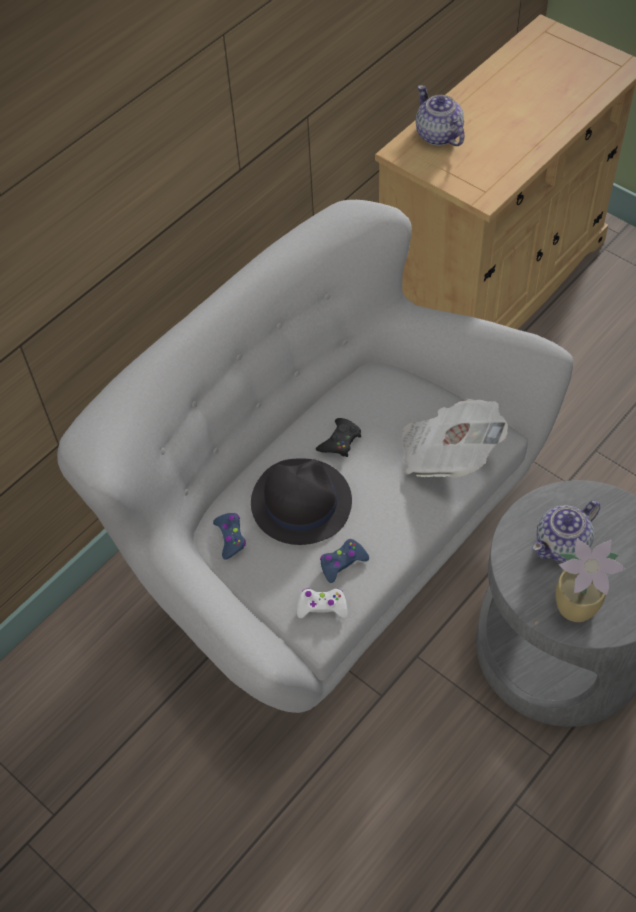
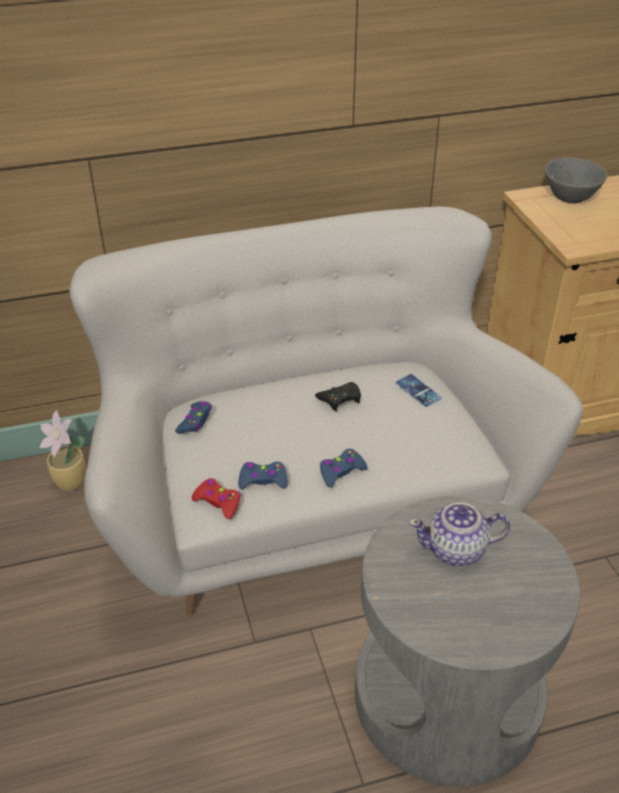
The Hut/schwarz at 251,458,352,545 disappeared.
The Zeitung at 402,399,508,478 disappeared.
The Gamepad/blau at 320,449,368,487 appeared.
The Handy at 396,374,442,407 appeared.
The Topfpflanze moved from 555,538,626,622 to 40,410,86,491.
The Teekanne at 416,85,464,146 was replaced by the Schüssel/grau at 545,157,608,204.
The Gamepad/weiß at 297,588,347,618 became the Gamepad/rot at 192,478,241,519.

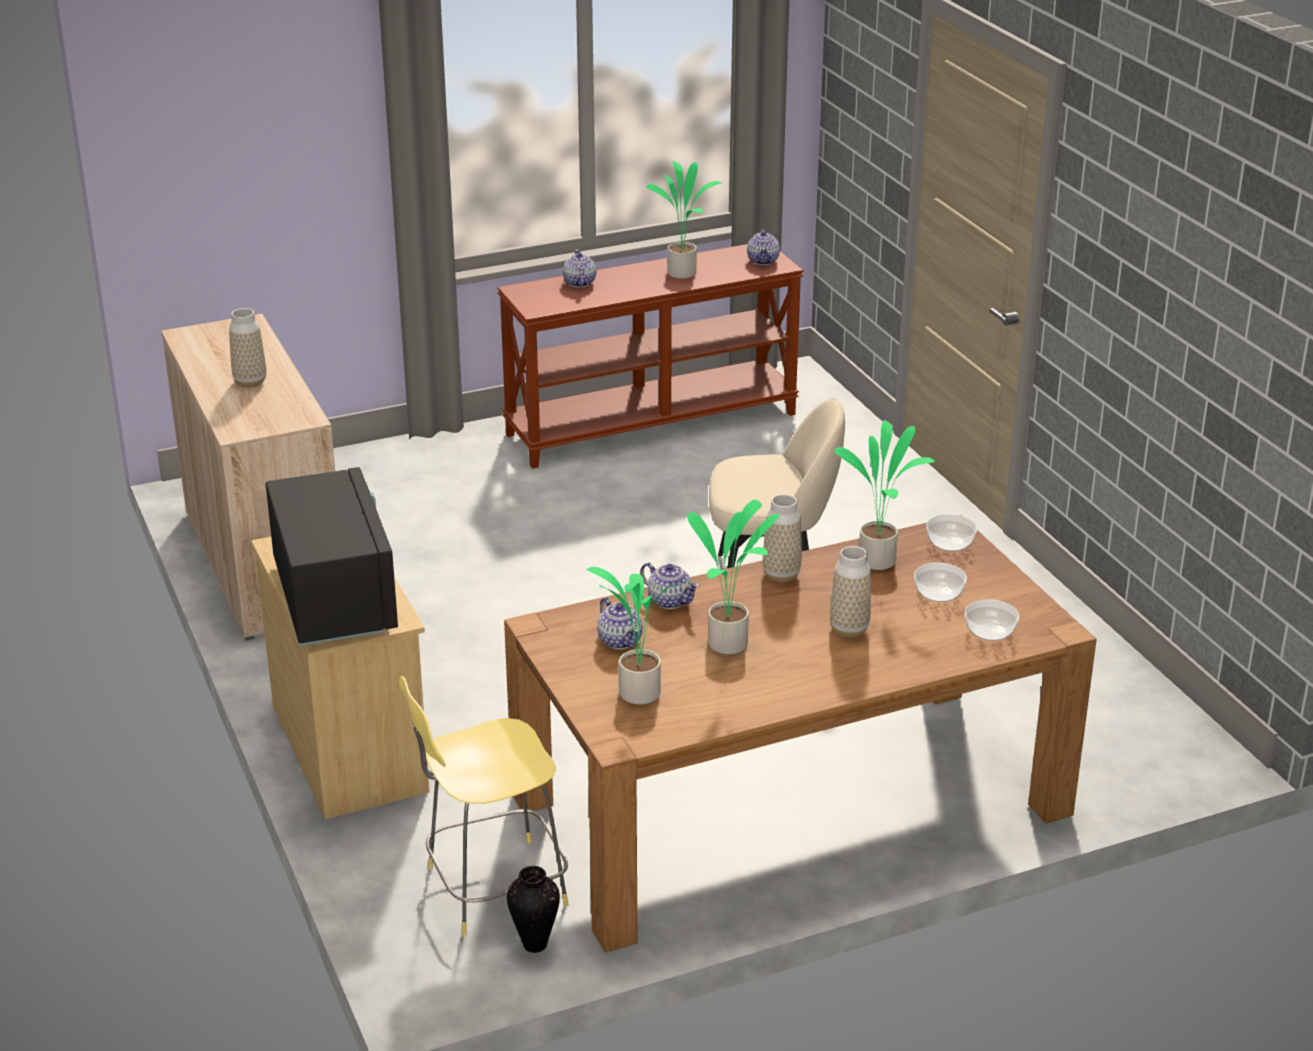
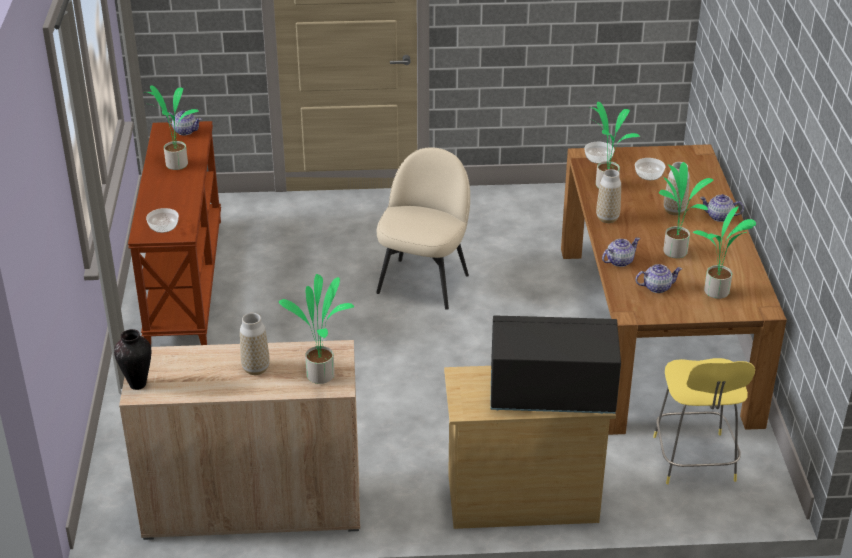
The Topfpflanze at 279,274,354,384 appeared.
The Vase moved from 507,866,560,953 to 114,329,151,390.
The Teekanne moved from 563,249,596,287 to 700,194,744,222.
The Schüssel moved from 965,599,1019,641 to 146,208,179,233.

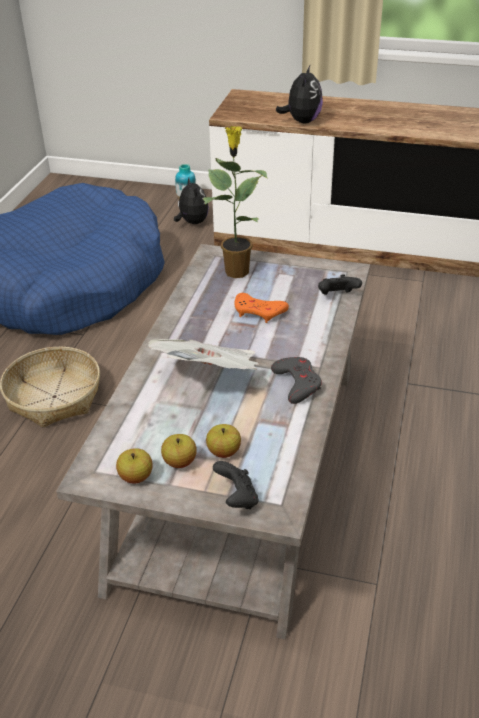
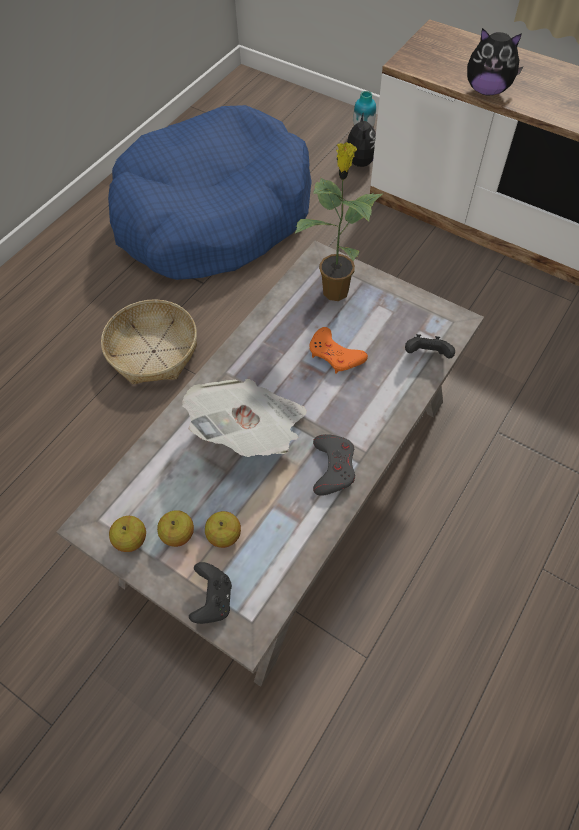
The Plüschtier at 276,65,323,123 turned 75 degrees clockwise.

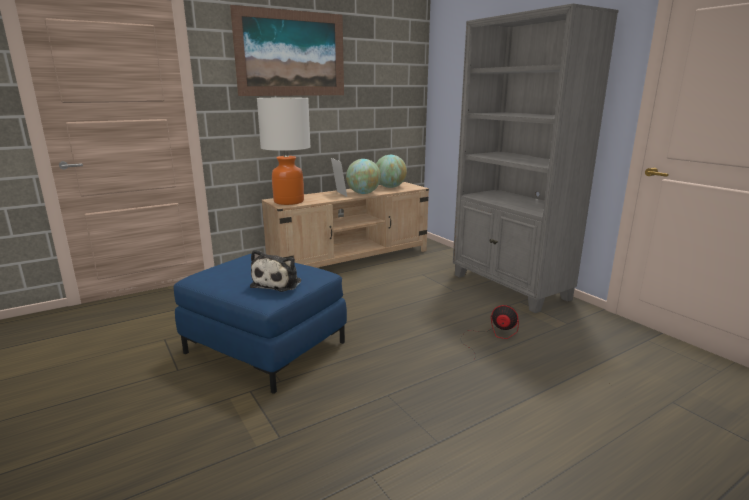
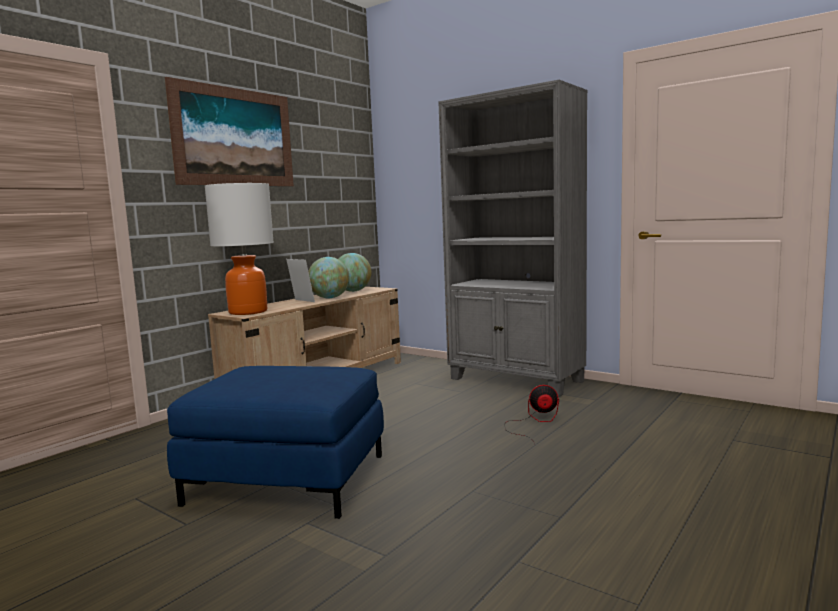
The Plüschtier at 250,249,301,292 disappeared.

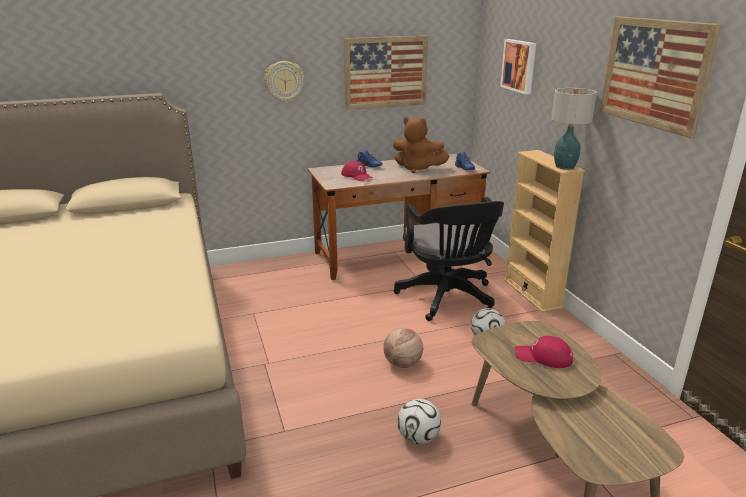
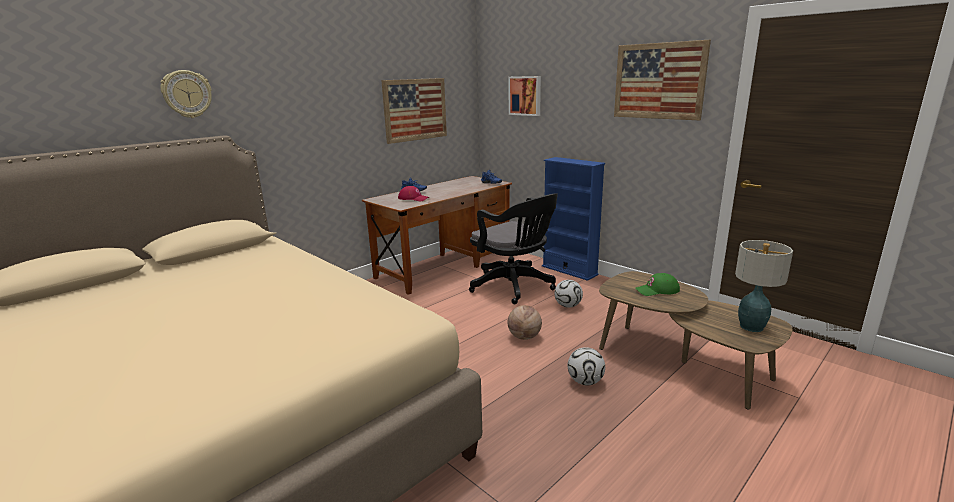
The Plüschtier/braun at 393,117,450,173 disappeared.
The Wanduhr moved from 265,61,304,102 to 160,70,212,118.
The Tischlampe moved from 551,88,597,170 to 735,240,793,332.
The Bücherregal/beige at 504,150,585,313 became the Bücherregal/blau at 542,157,605,281.
The Kappe/rot at 515,336,573,368 became the Kappe/grün at 636,273,680,296.

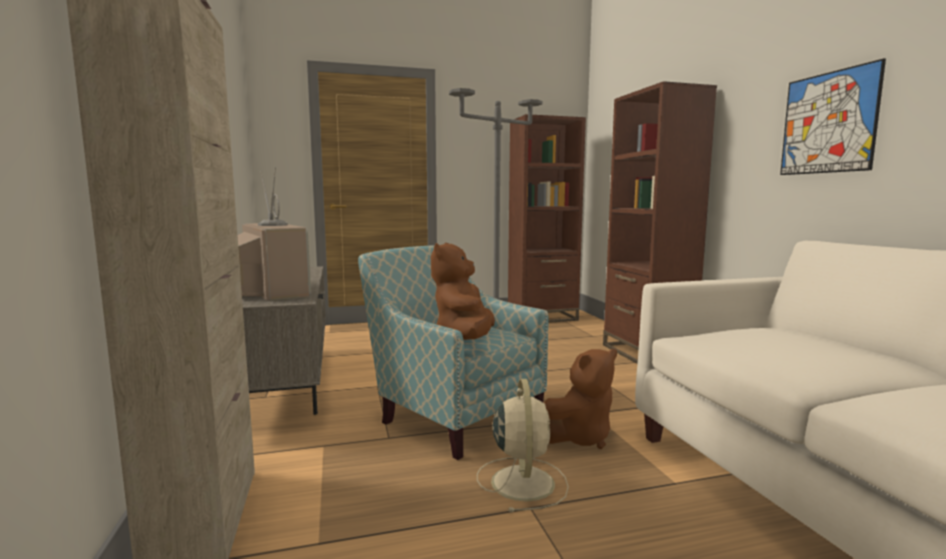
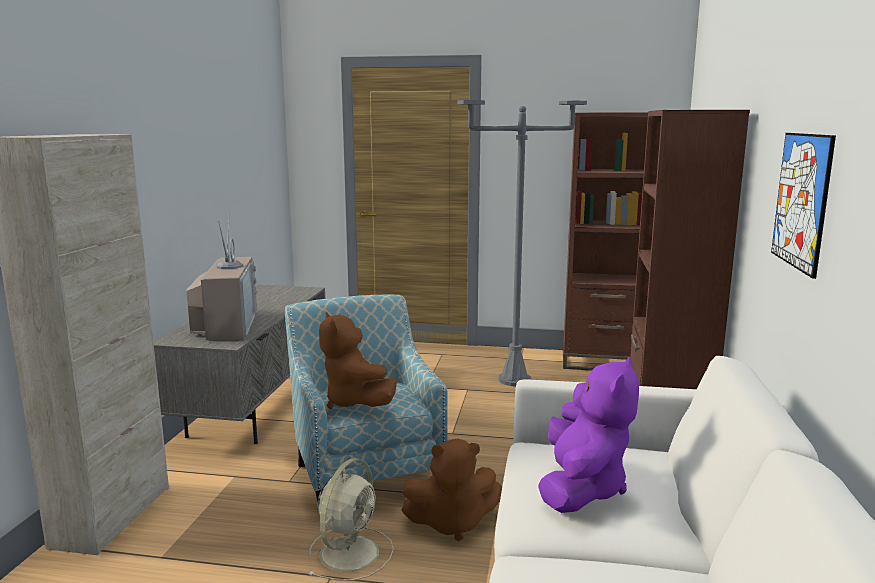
The Plüschtier/lila at 538,357,639,513 appeared.
The Plüschtier/braun at 430,243,495,340 turned 60 degrees counterclockwise.

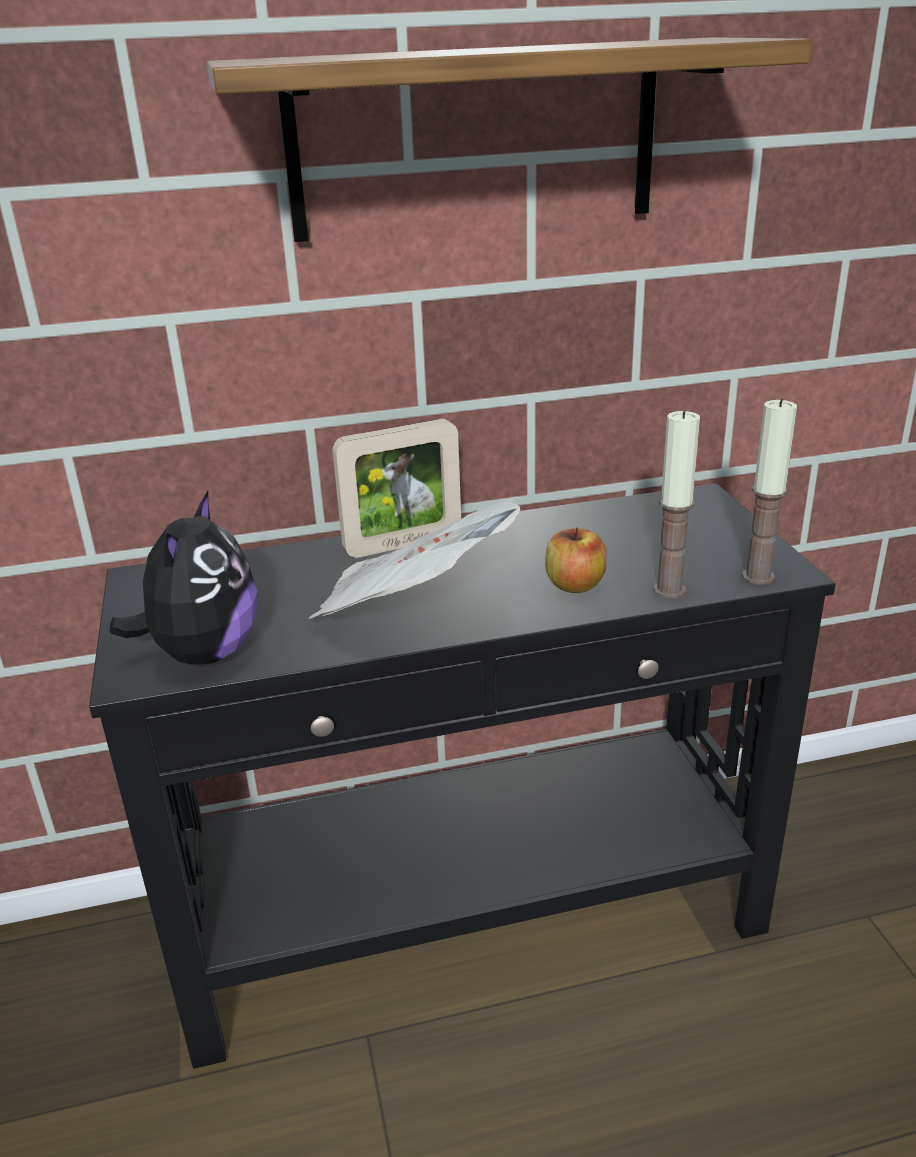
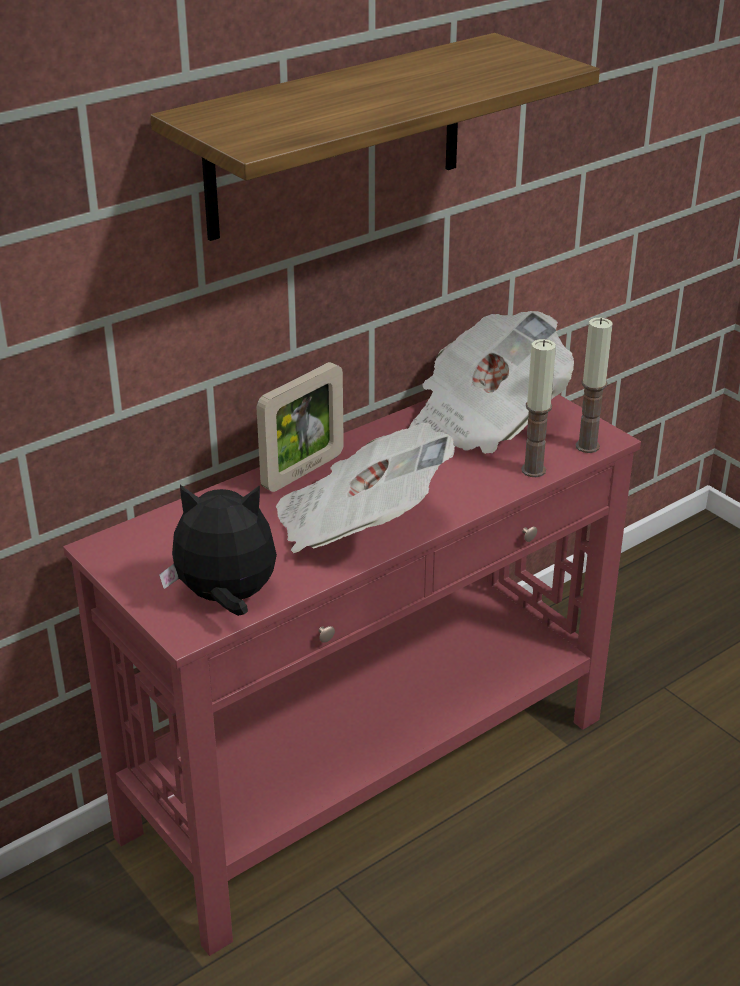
The Apfel at 545,527,607,593 disappeared.
The Zeitung at 409,311,574,454 appeared.
The Konsolentisch/schwarz at 89,484,836,1069 became the Konsolentisch/rot at 63,395,641,956.
The Plüschtier at 109,491,257,665 turned 75 degrees counterclockwise.

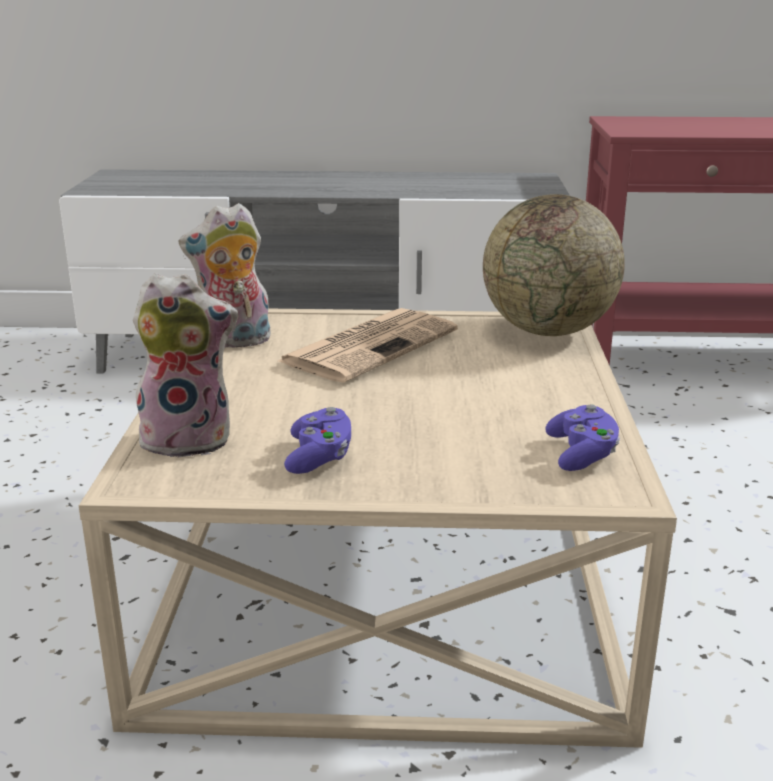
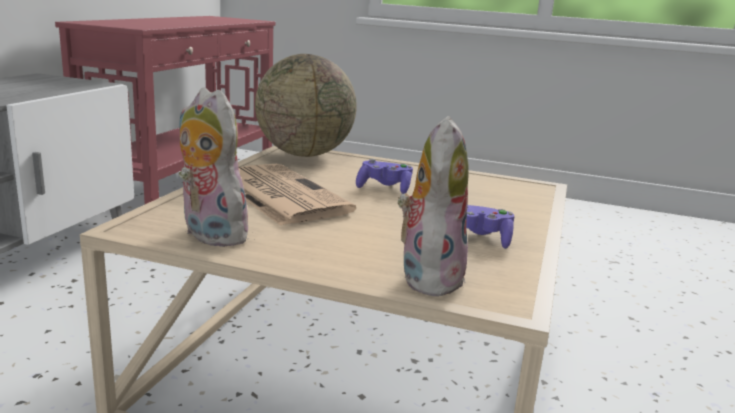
The Gamepad/lila moved from 545,404,620,471 to 356,159,413,194.
The Plüschtier at 179,203,271,349 turned 135 degrees clockwise.

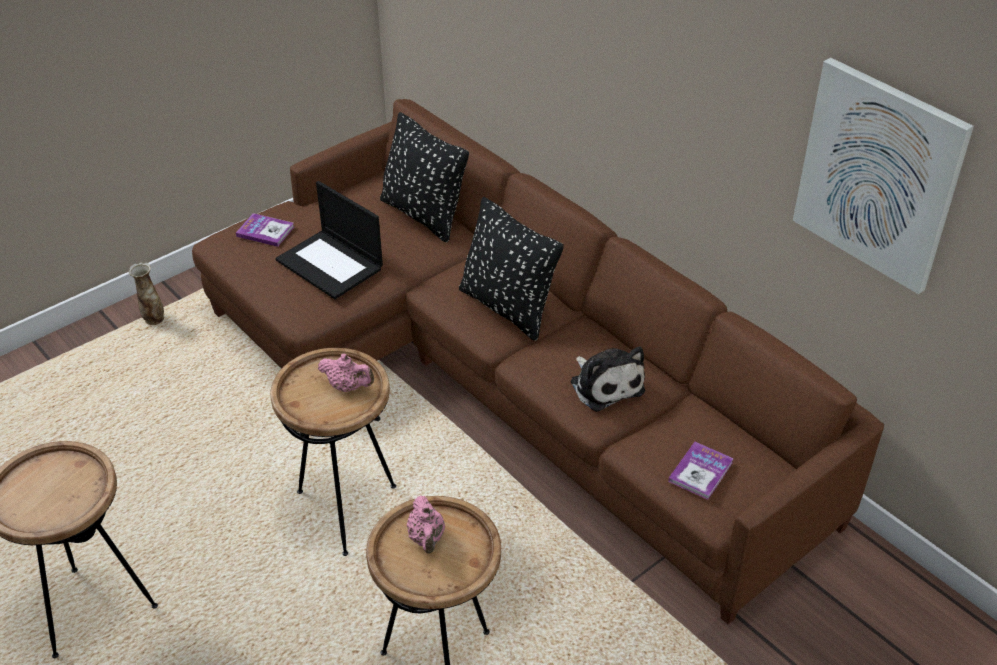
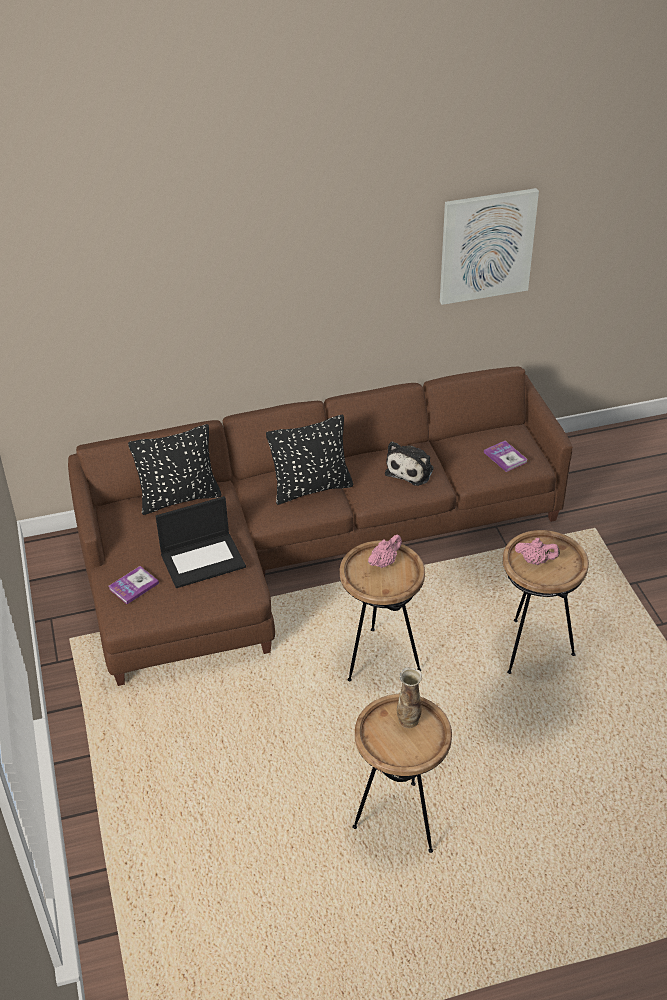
The Vase moved from 128,262,164,325 to 397,667,422,728.
The Plüschtier at 571,346,645,412 turned 120 degrees clockwise.

